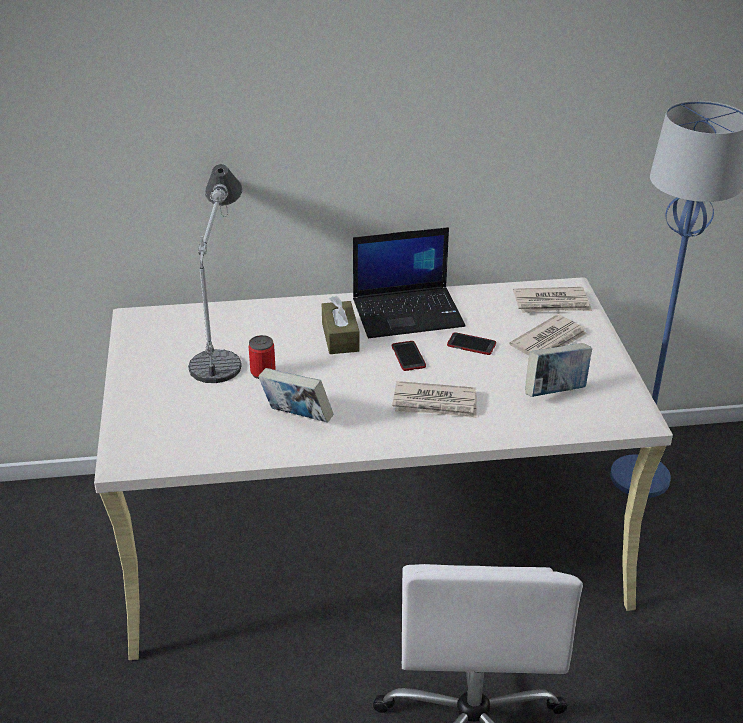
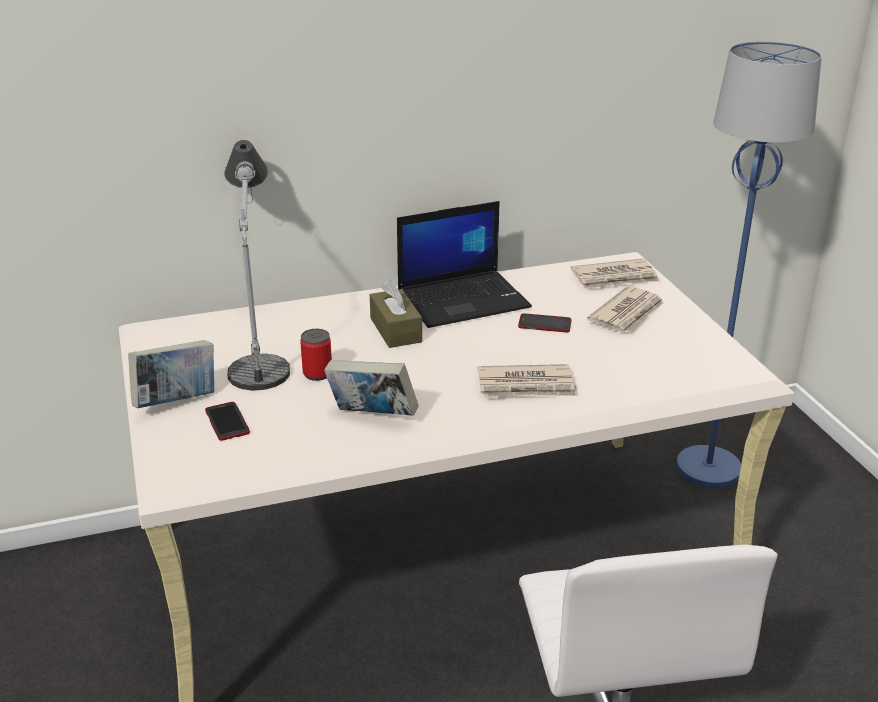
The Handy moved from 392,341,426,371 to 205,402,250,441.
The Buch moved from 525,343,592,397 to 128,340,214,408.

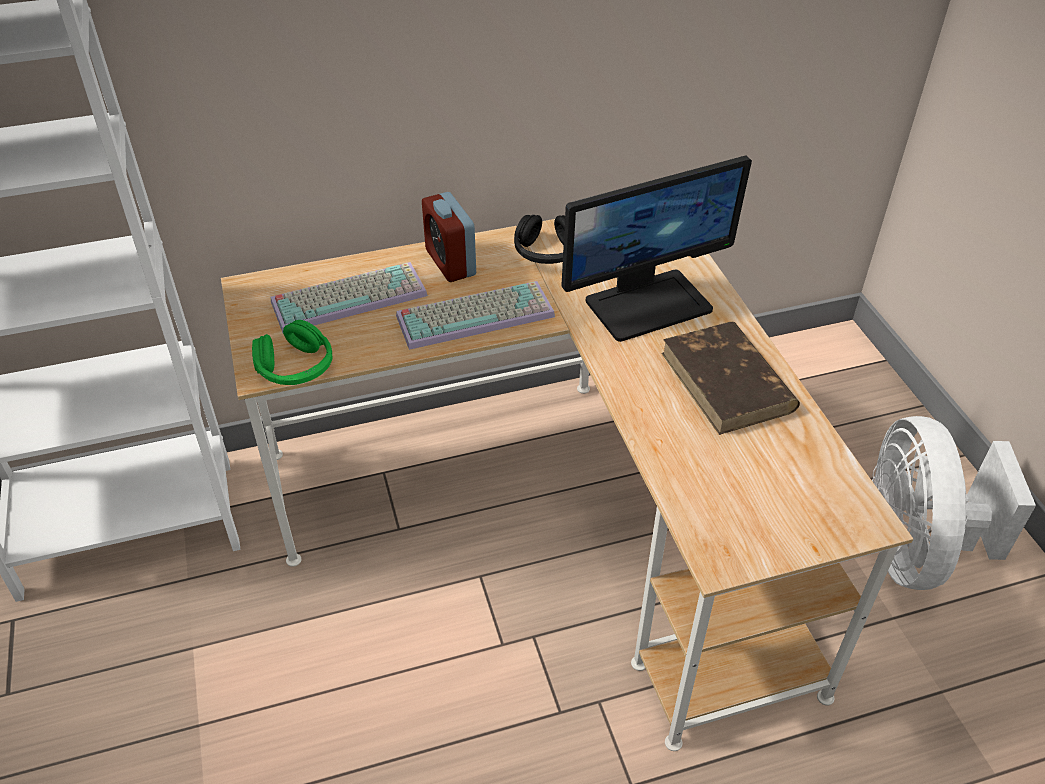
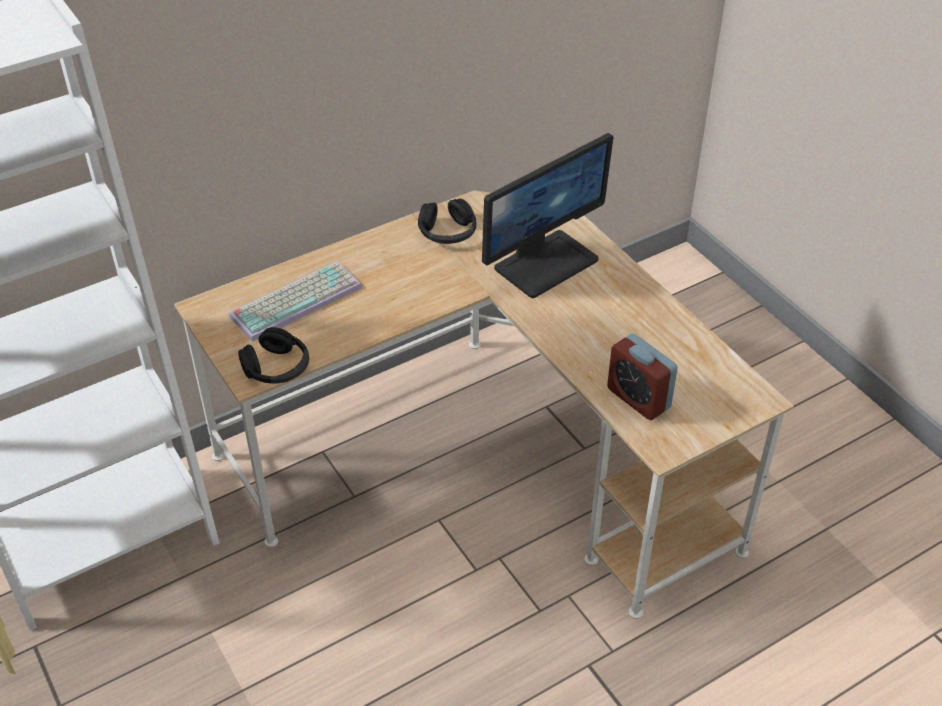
The Tastatur at 396,281,555,350 disappeared.
The Buch/braun at 661,321,800,435 disappeared.
The Ventilator/weiß at 872,416,1036,590 disappeared.
The Wecker moved from 422,192,476,282 to 607,333,678,420.
The Kopfhörer/grün at 252,320,332,385 became the Kopfhörer/schwarz at 238,327,309,384.

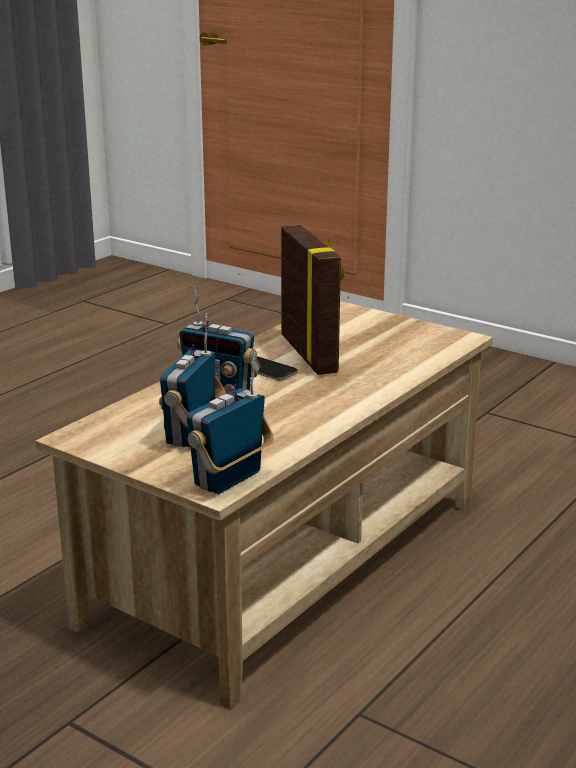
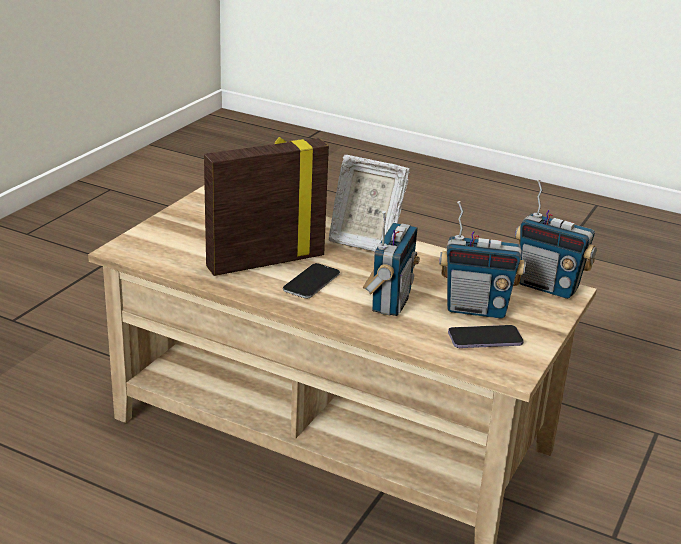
The Bilderrahmen at 329,155,410,252 appeared.
The Handy at 448,325,524,348 appeared.

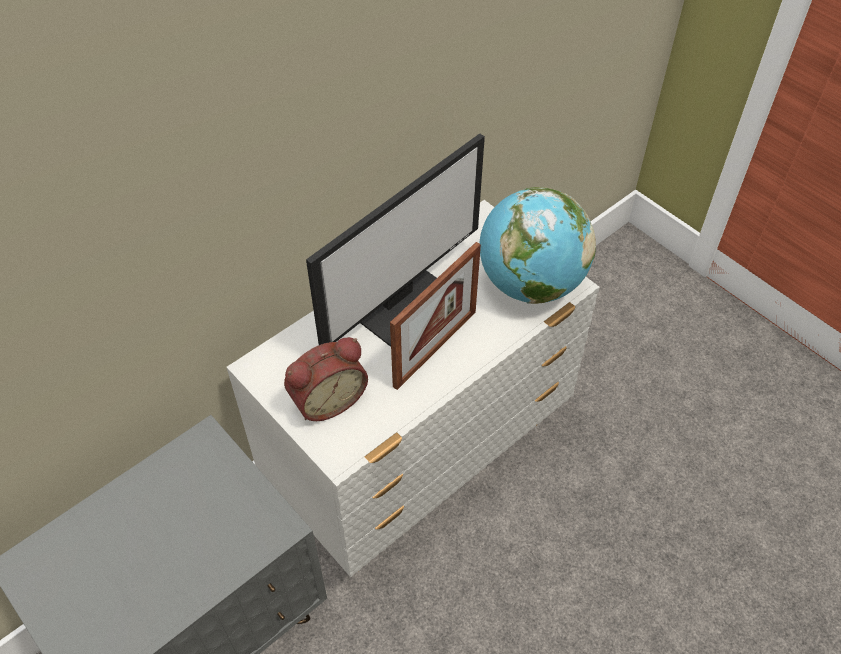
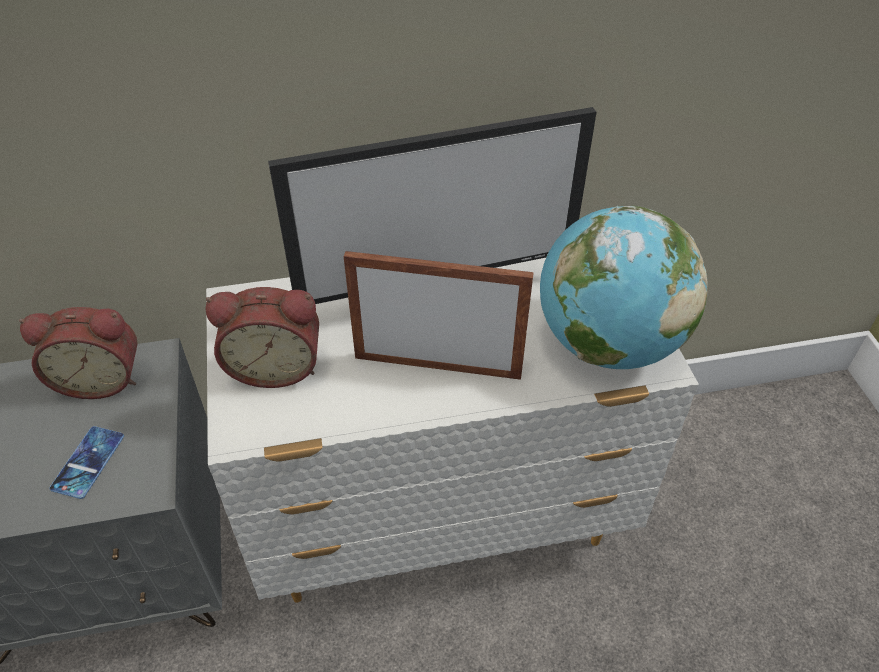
The Wecker at 19,307,137,399 appeared.
The Handy at 49,426,124,499 appeared.
The Bilderrahmen at 390,242,481,390 turned 150 degrees counterclockwise.

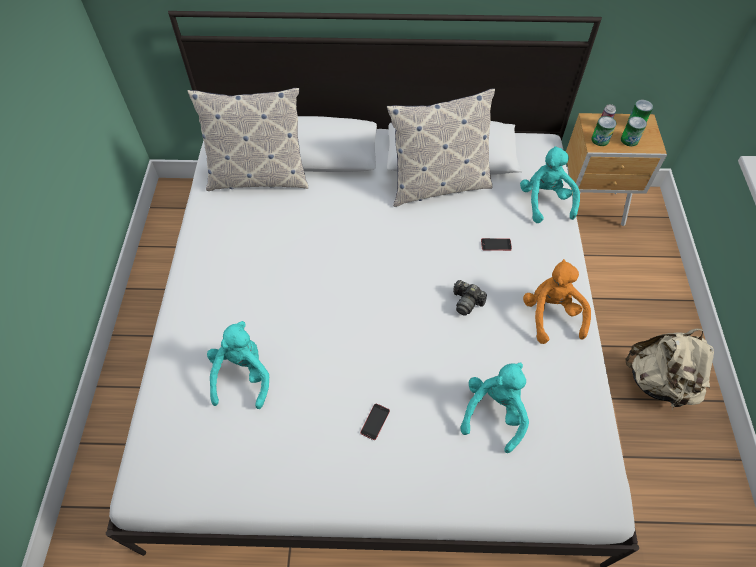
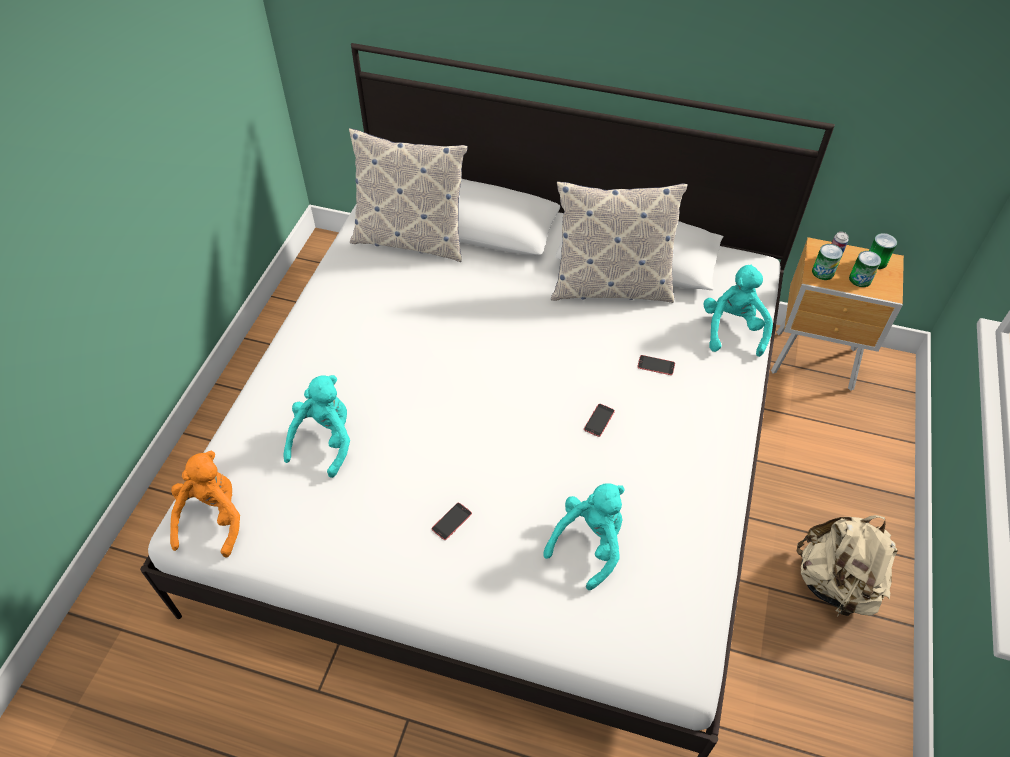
The Plüschtier/orange moved from 523,259,591,344 to 170,451,240,558.
The Kamera at 453,280,487,316 was replaced by the Handy at 584,404,615,437.

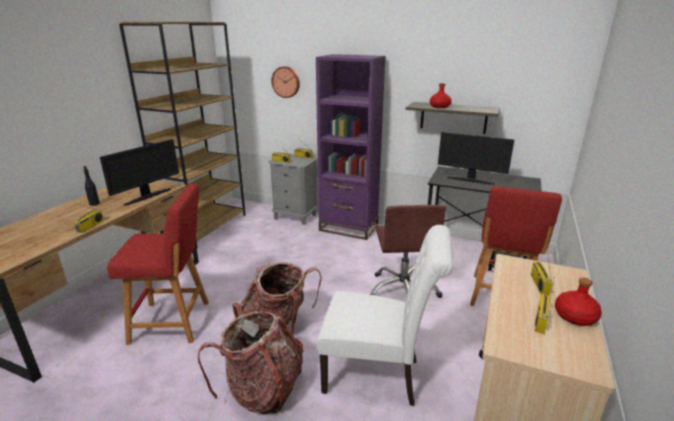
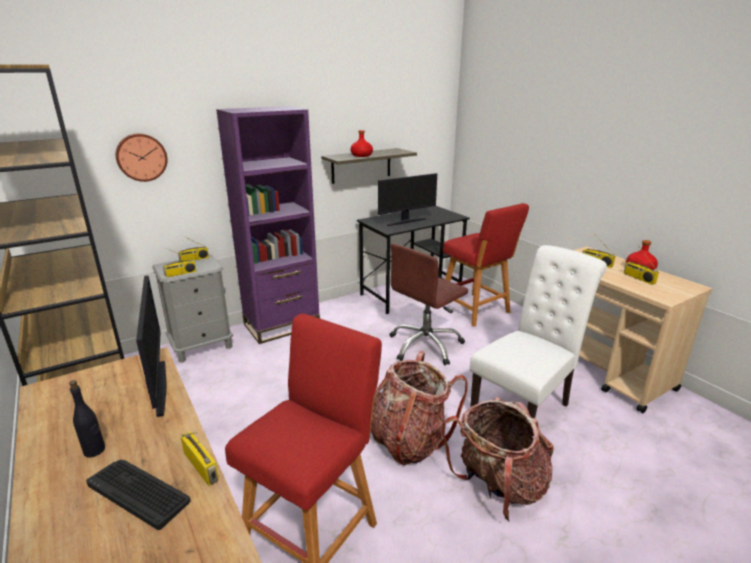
The Tastatur at 86,460,190,530 appeared.
The Bürostuhl/braun at 369,205,446,298 turned 105 degrees clockwise.

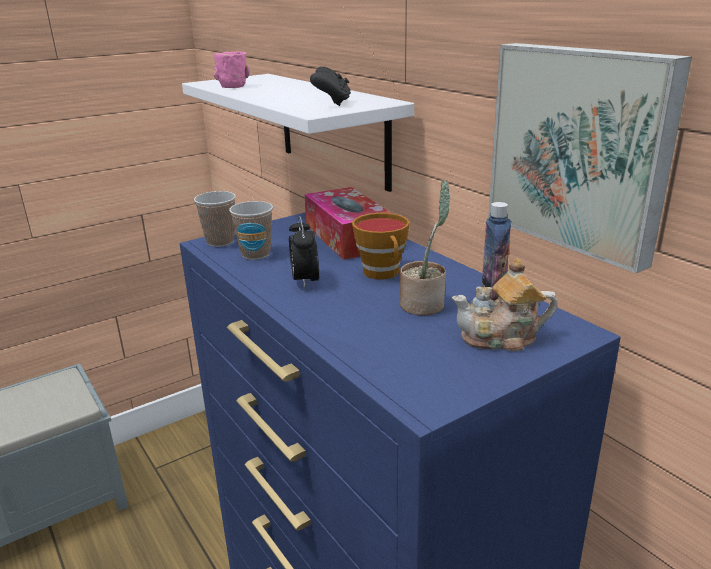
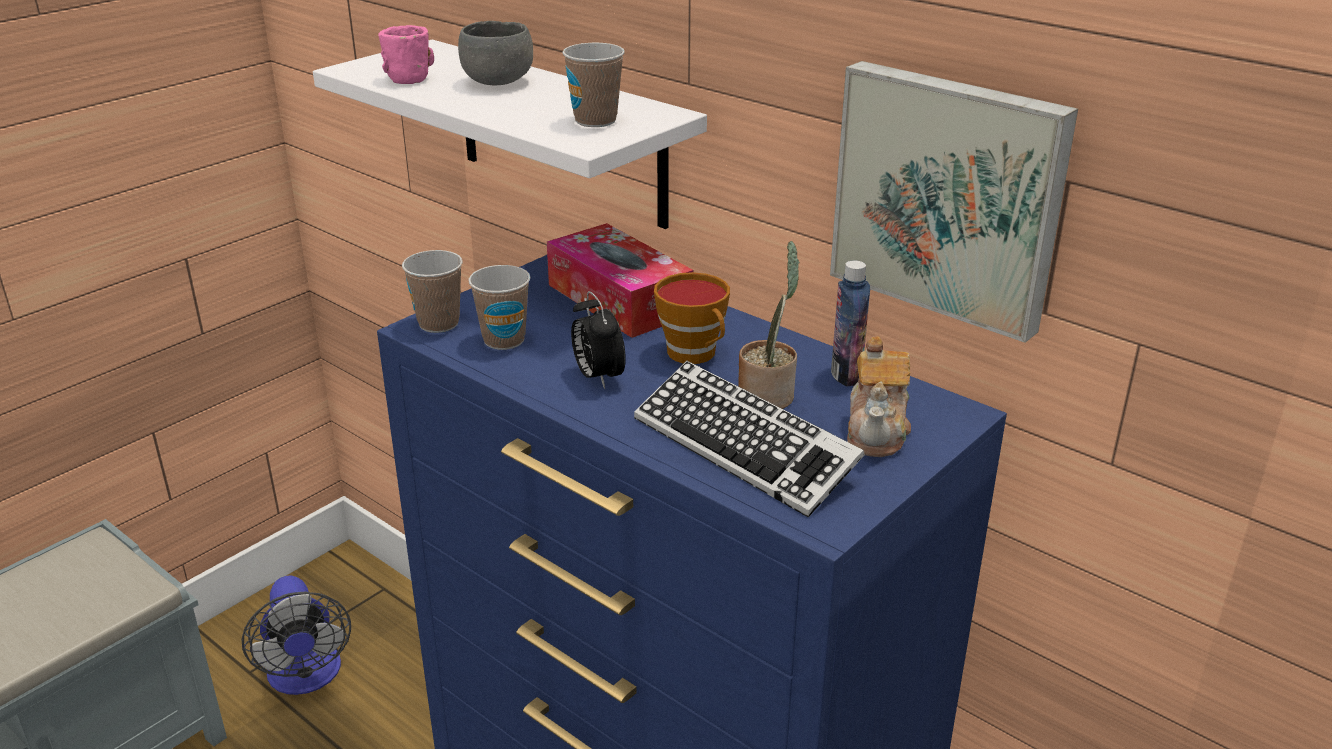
The Ventilator at 242,575,351,695 appeared.
The Schüssel/grau at 458,21,533,85 appeared.
The Tastatur at 634,361,865,517 appeared.
The Gamepad/schwarz at 310,67,351,106 was replaced by the Tasse at 562,43,625,127.
The Teekanne at 452,258,558,351 turned 60 degrees counterclockwise.

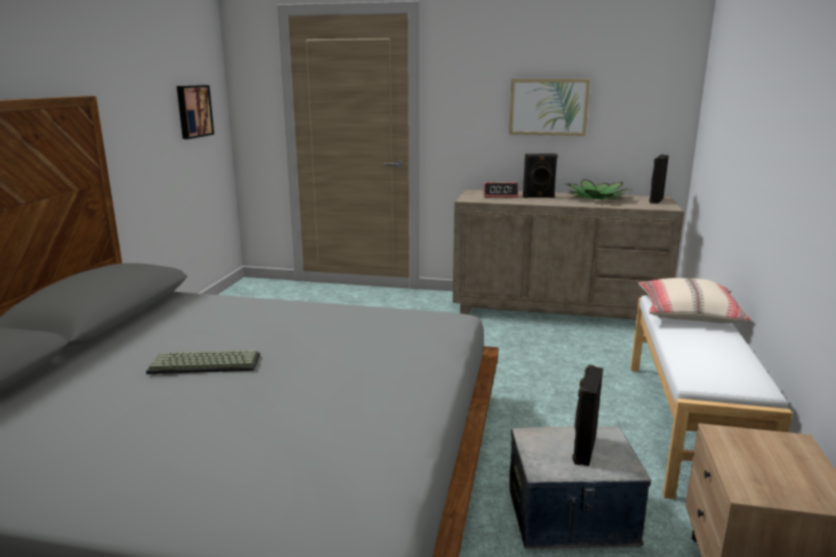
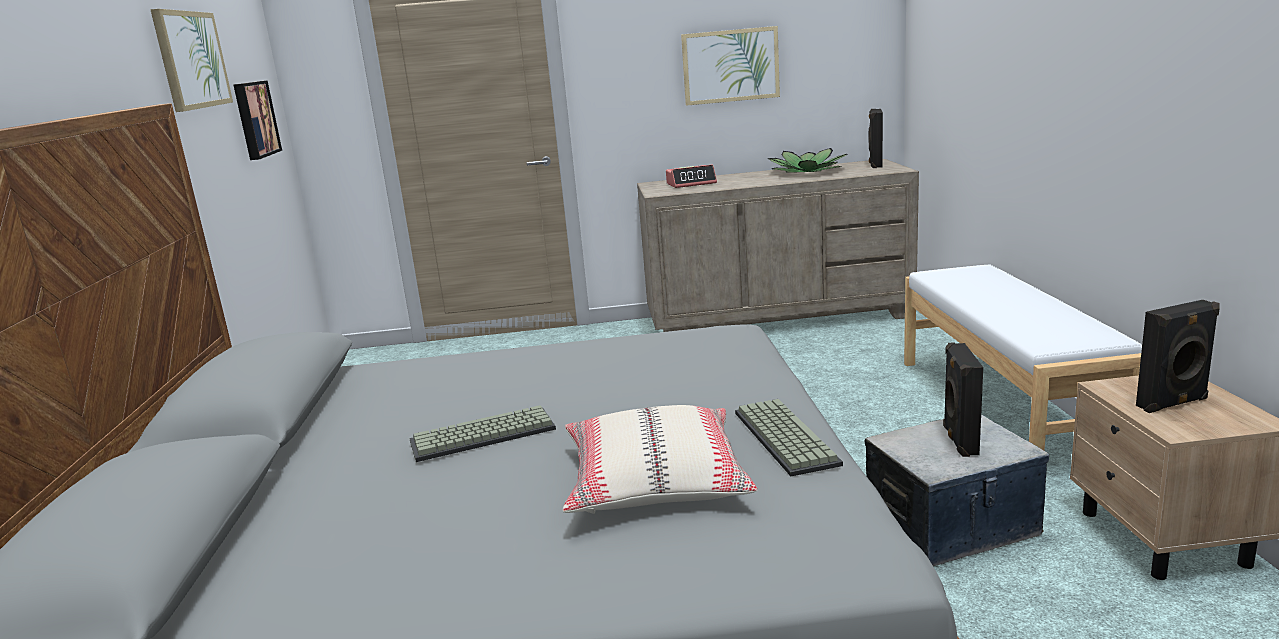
The Bild at 150,9,233,112 appeared.
The Tastatur at 735,399,843,476 appeared.
The Lautsprecher/schwarz moved from 523,154,558,198 to 1136,300,1220,413.
The Kissen/beige moved from 638,278,751,323 to 563,405,758,514.

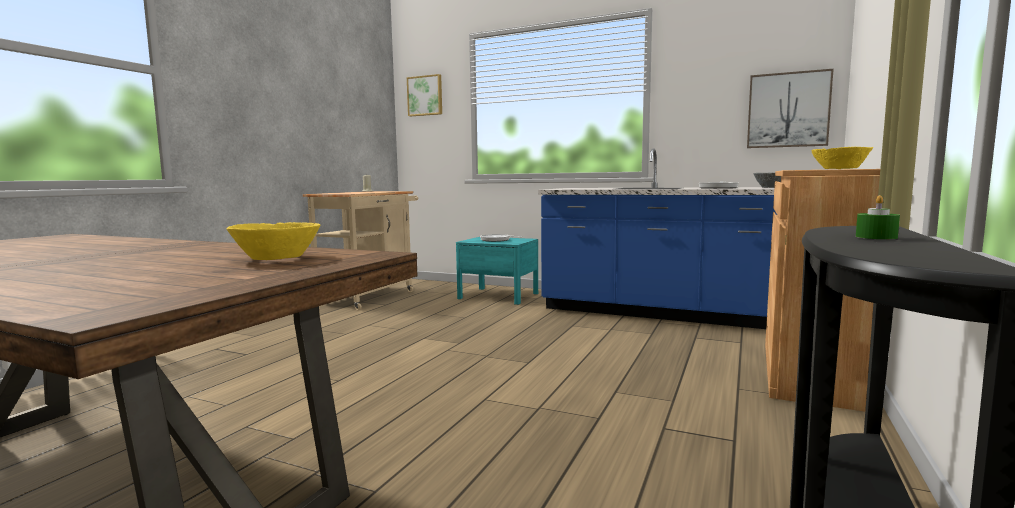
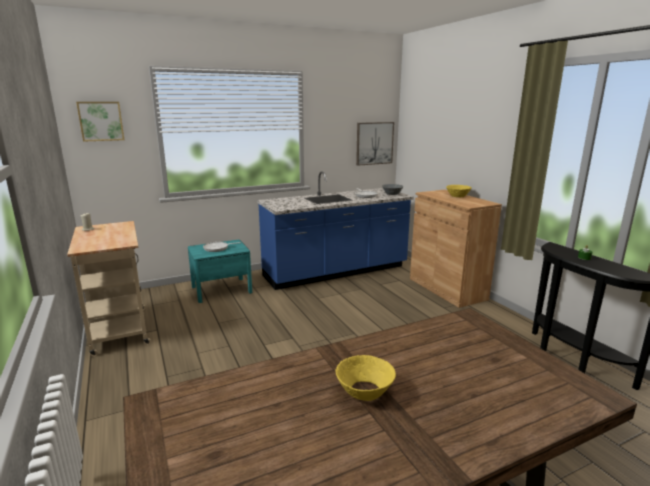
The Schüssel/gelb moved from 226,222,320,260 to 335,355,396,401.

